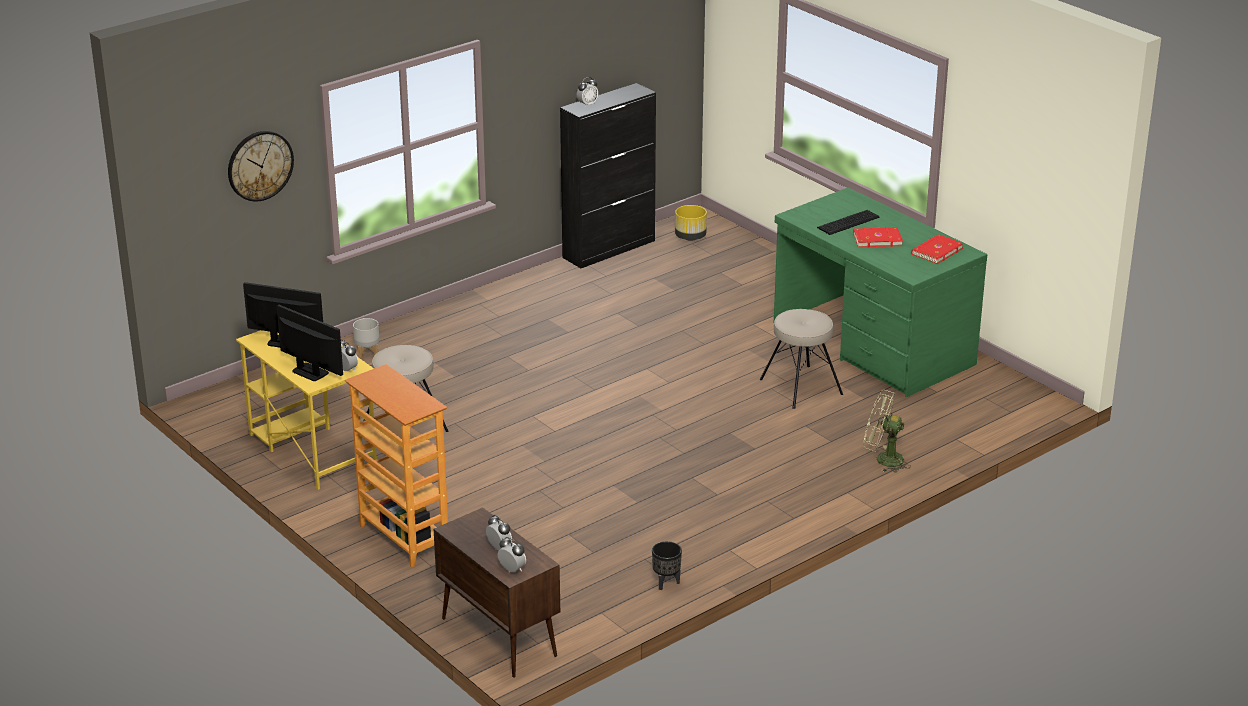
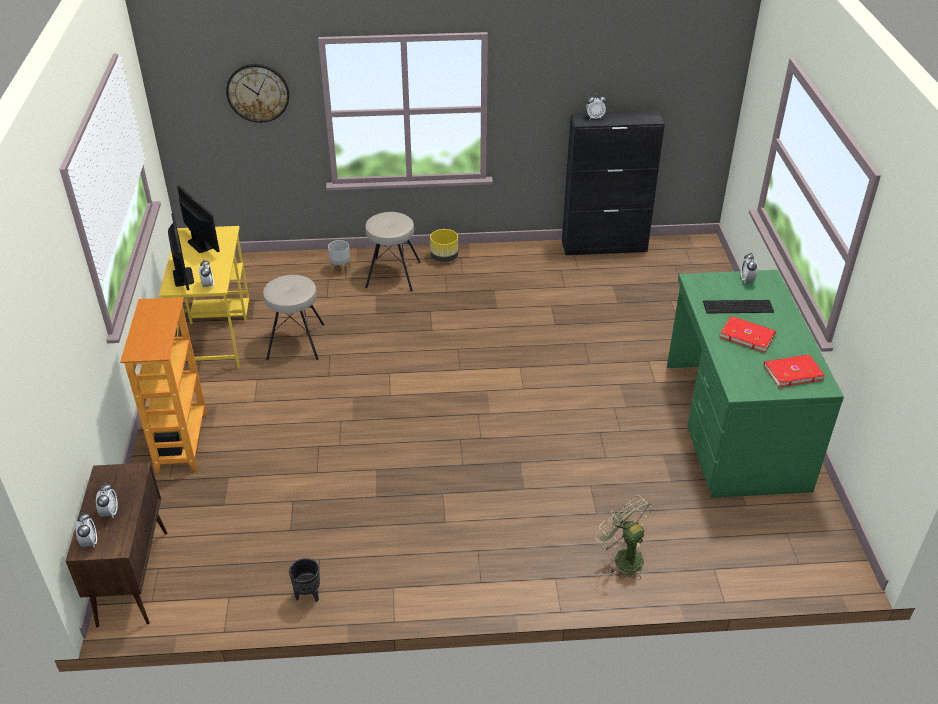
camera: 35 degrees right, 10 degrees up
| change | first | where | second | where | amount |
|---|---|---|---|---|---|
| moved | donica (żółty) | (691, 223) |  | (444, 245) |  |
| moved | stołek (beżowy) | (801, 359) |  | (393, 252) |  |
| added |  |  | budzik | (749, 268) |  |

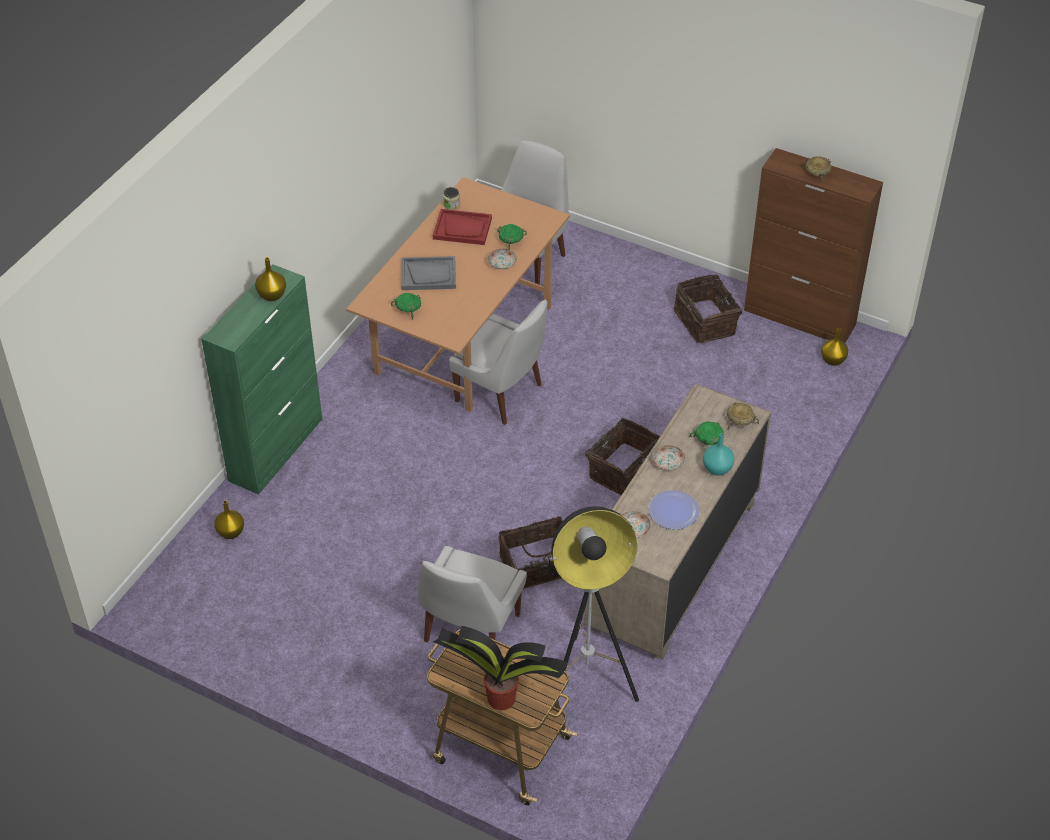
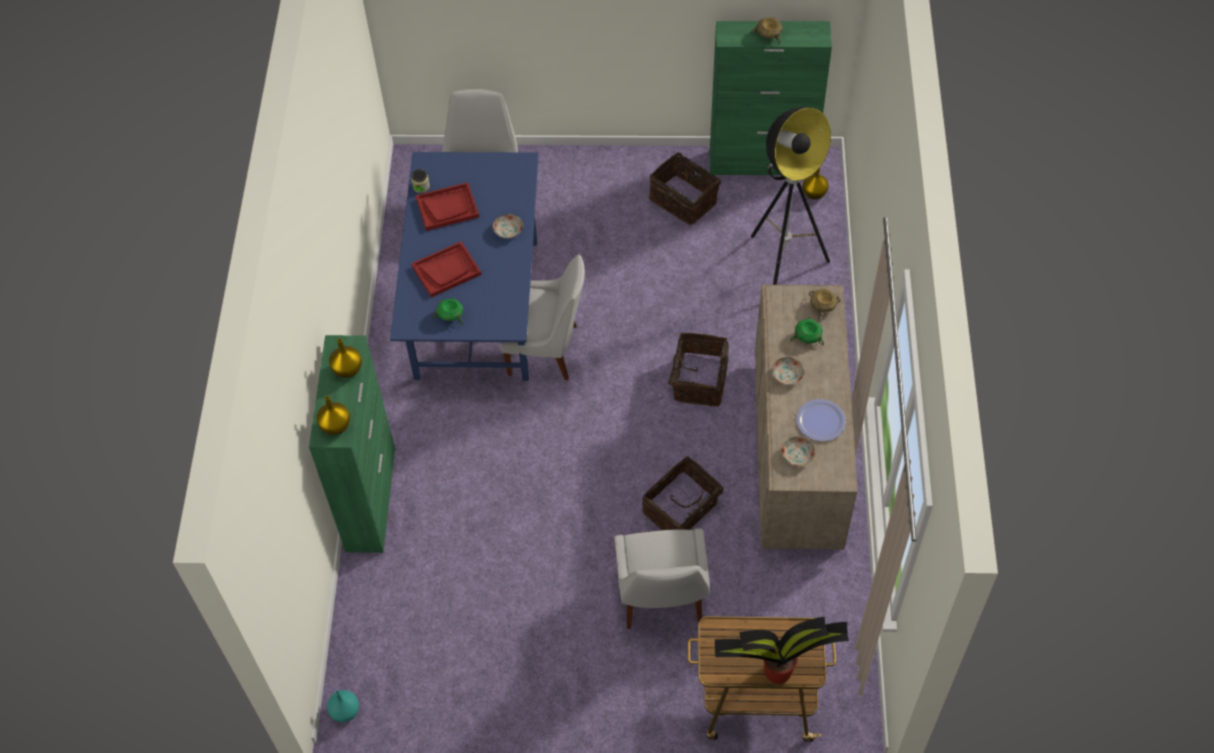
camera: 25 degrees left, 10 degrees up
| change | first | where | second | where | amount |
|---|---|---|---|---|---|
| moved | wazon (żółty) | (229, 519) |  | (333, 415) |  |
| recoloured | stół jadalny (brązowy) | (458, 294) | stół jadalny (niebieski) | (464, 266) |  |
| recoloured | taca (szary) | (428, 273) | taca (czerwony) | (446, 269) |  |
| removed | miska (zielony) | (512, 237) |  |  |  |
| moved | lampa stojąca | (593, 606) |  | (791, 196) |  |
| moved | wazon (turkusowy) | (719, 454) |  | (343, 706) |  |
| recoloured | szafka (brązowy) | (813, 245) | szafka (zielony) | (771, 98) |  |

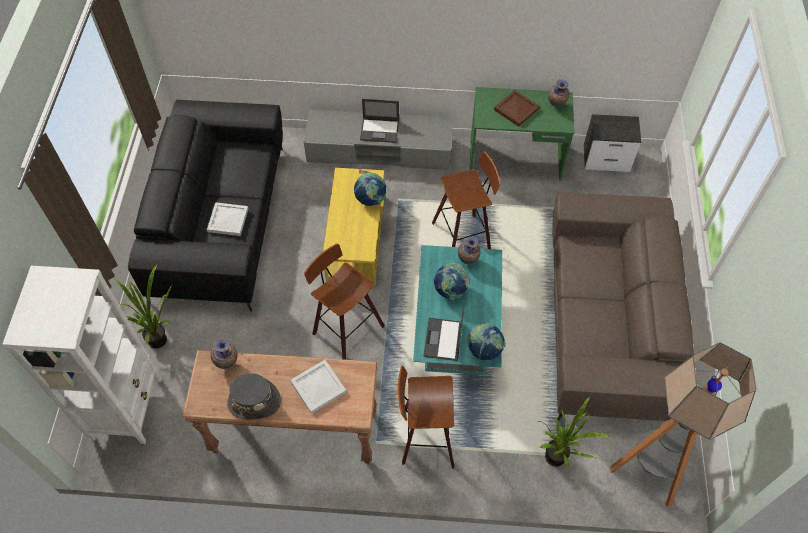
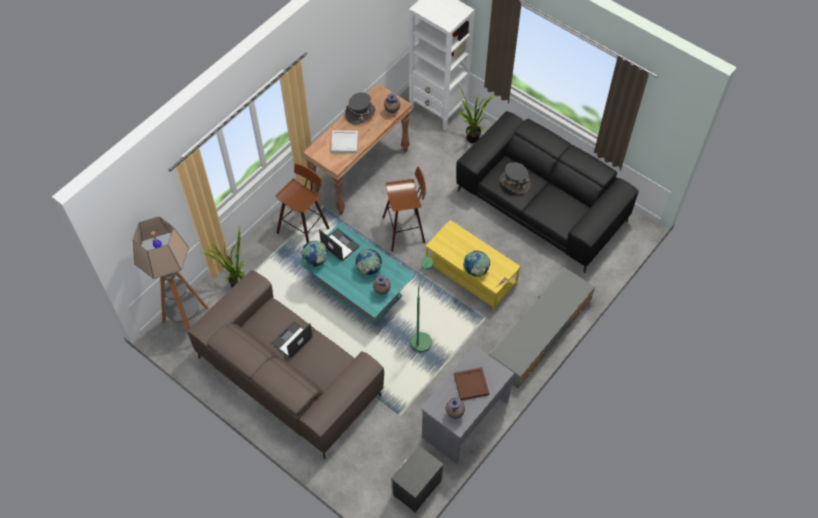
camera: 125 degrees right, 0 degrees up
| change | first | where | second | where | amount |
|---|---|---|---|---|---|
| replaced | taca (biały) | (227, 219) | kapelusz (szary) | (515, 178) |  |
| moved | laptop | (379, 121) |  | (292, 340) |  |
| replaced | stołek | (466, 200) | lampa stojąca (zielony) | (422, 304) |  |
| recoloured | biurko (zielony) | (522, 134) | biurko (szary) | (467, 405) |  |

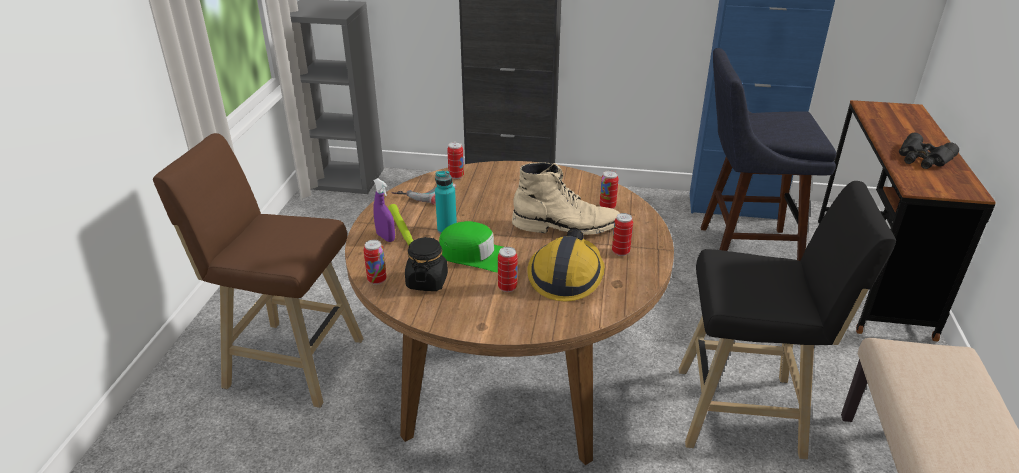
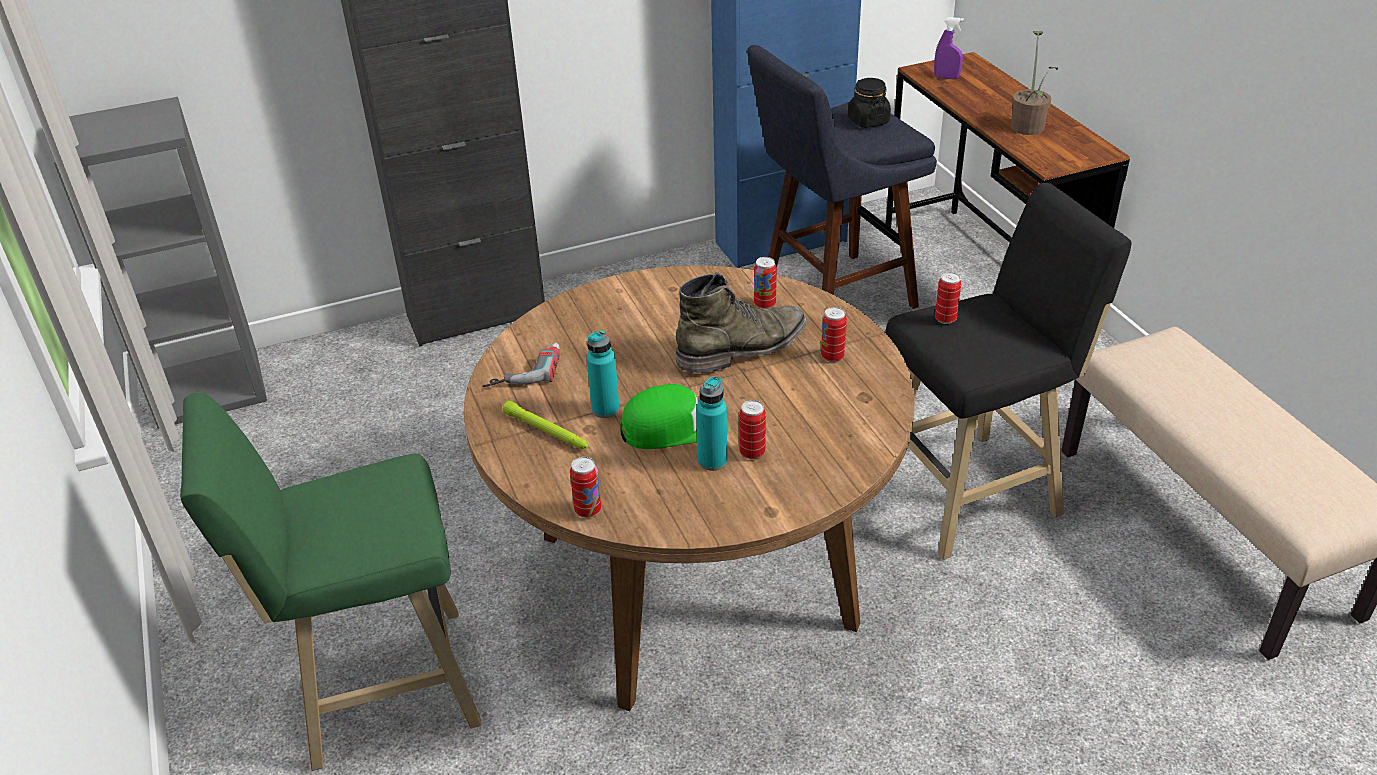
camera: 30 degrees left, 5 degrees up
| change | first | where | second | where | amount |
|---|---|---|---|---|---|
| recoloured | stołek (brązowy) | (258, 270) | stołek (zielony) | (331, 581) |  |
| moved | spryskiwacz (fioletowy) | (384, 210) |  | (949, 48) |  |
| moved | słoik (czarny) | (426, 264) |  | (869, 103) |  |
| moved | puszka | (455, 160) |  | (948, 298) |  |
| recoloured | but z cholewką (beżowy) | (566, 198) | but z cholewką (zielony) | (741, 322) |  |
| removed | kask | (566, 265) |  |  |  |
| replaced | lornetka (czarny) | (929, 151) | roślina doniczkowa | (1034, 83) |  |
| added |  |  | butelka (turkusowy) | (711, 423) |  |

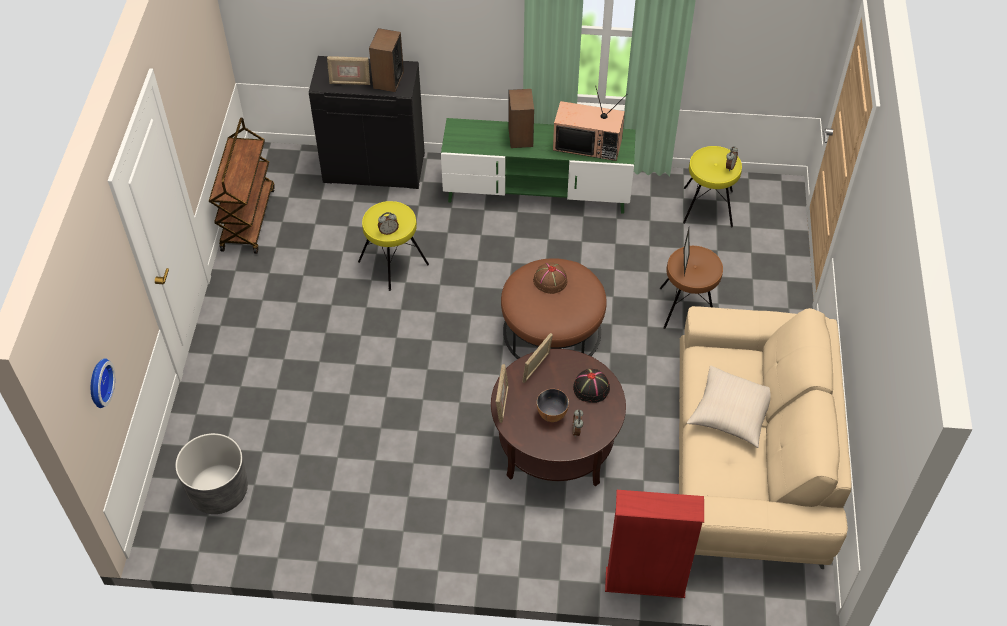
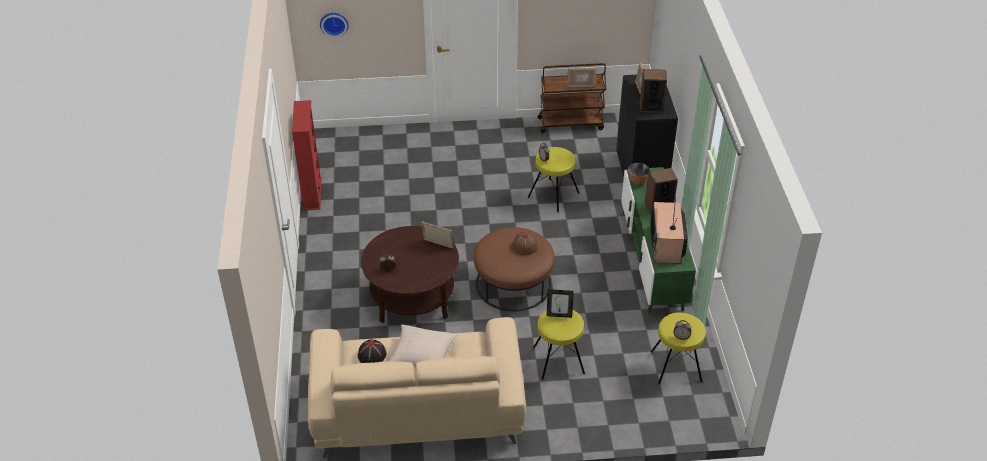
camera: 80 degrees right, 10 degrees down
| change | first | where | second | where | amount |
|---|---|---|---|---|---|
| removed | donica (szary) | (211, 473) |  |  |  |
| moved | ramka na zdjęcie | (502, 393) |  | (582, 77) |  |
| moved | miska | (553, 405) |  | (639, 173) |  |
| moved | kapelusz (czarny) | (591, 386) |  | (372, 351) |  |
| moved | regał (czerwony) | (654, 544) |  | (306, 155) |  |
| recoloured | stołek (brązowy) | (691, 287) | stołek (żółty) | (559, 345) |  |

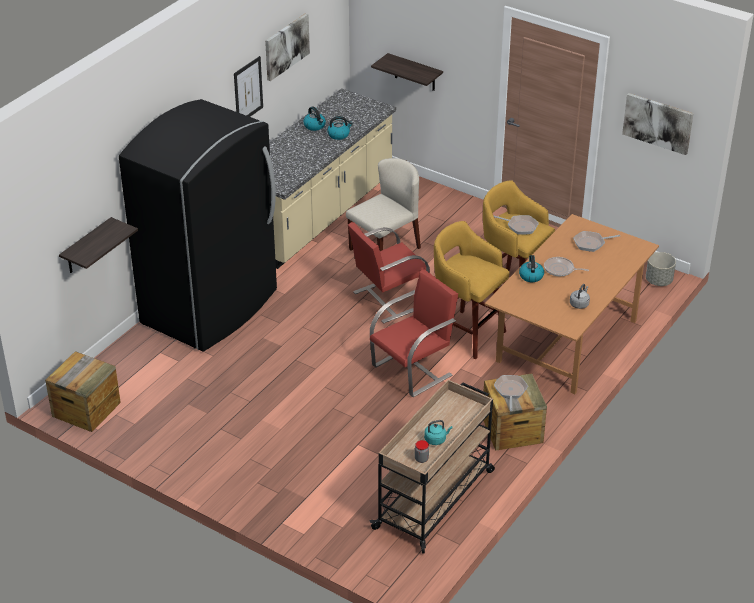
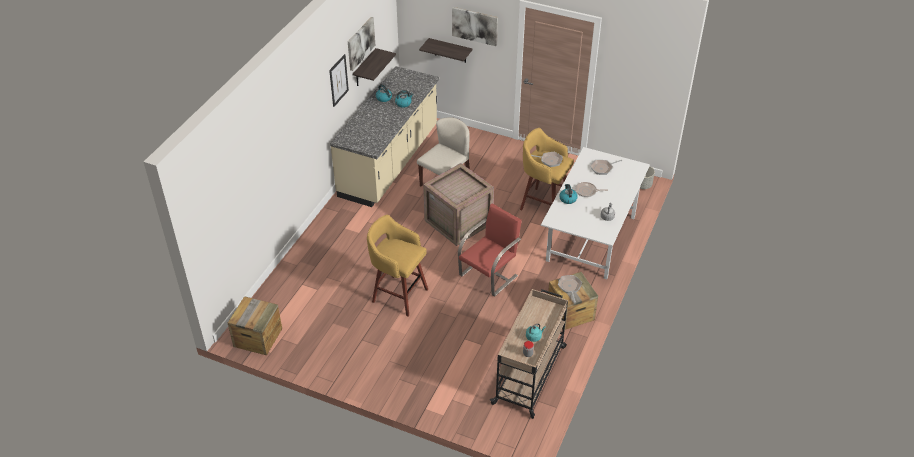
camera: 10 degrees left, 5 degrees up
| change | first | where | second | where | amount |
|---|---|---|---|---|---|
| moved | półka | (98, 245) |  | (374, 67) |  |
| removed | lodówka (czarny) | (198, 225) |  |  |  |
| replaced | krzesło (czerwony) | (389, 272) | skrzynka | (458, 204) |  |
| moved | stołek (żółty) | (471, 290) |  | (397, 265) |  |
| recoloured | stół jadalny (brązowy) | (572, 304) | stół jadalny (biały) | (595, 213) |  |
| moved | obraz | (658, 124) |  | (475, 26) |  |

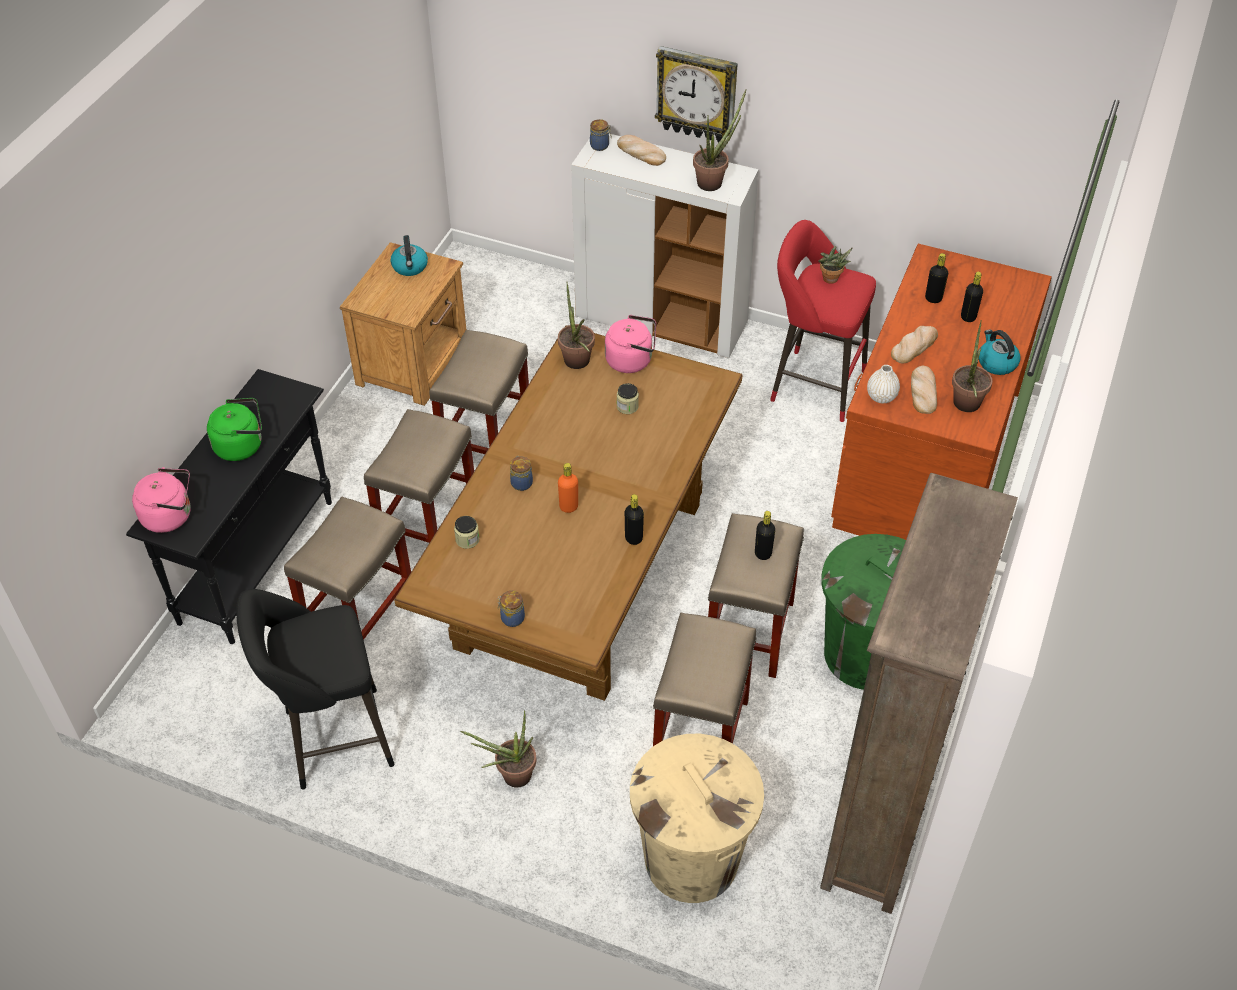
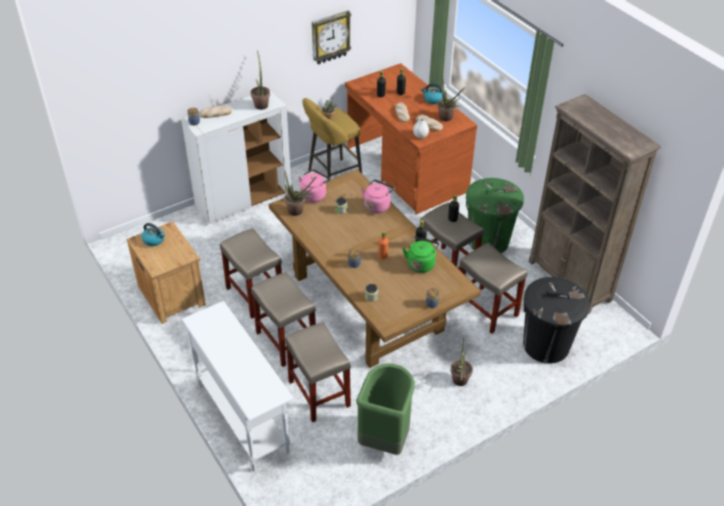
camera: 55 degrees left, 5 degrees down
| change | first | where | second | where | amount |
|---|---|---|---|---|---|
| recoloured | stolik konsolowy (czarny) | (229, 506) | stolik konsolowy (biały) | (238, 386) |  |
| moved | czajnik (różowy) | (161, 500) |  | (378, 196) |  |
| moved | czajnik (zielony) | (234, 429) |  | (420, 255) |  |
| replaced | stołek (czarny) | (315, 689) | kosz na śmieci (zielony) | (385, 409) |  |
| recoloured | kosz na śmieci (beżowy) | (697, 818) | kosz na śmieci (czarny) | (556, 320) |  |
| moved | zegar ścienny | (696, 94) |  | (331, 37) |  |
| recoloured | stołek (czerwony) | (823, 321) | stołek (żółty) | (332, 139) |  |

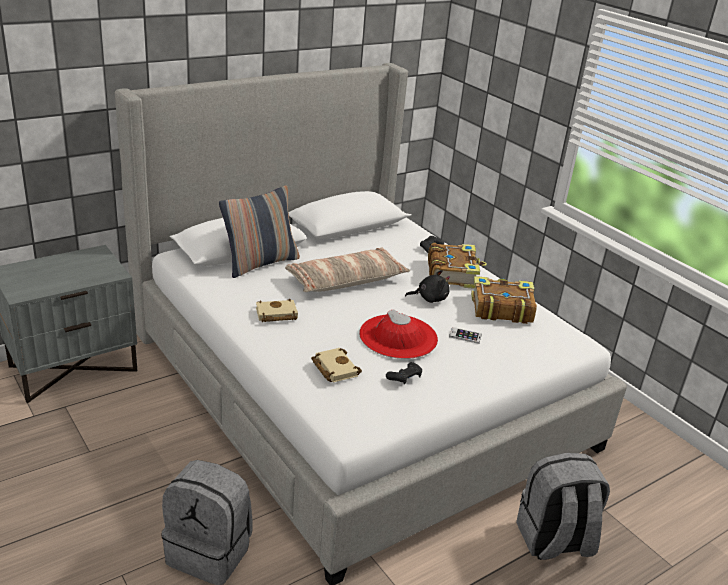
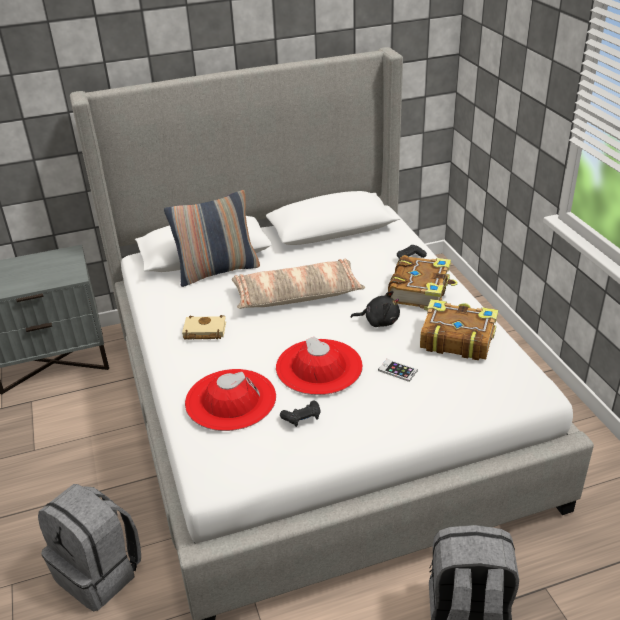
camera: 20 degrees right, 5 degrees up
| change | first | where | second | where | amount |
|---|---|---|---|---|---|
| replaced | książka (beżowy) | (336, 365) | kapelusz (czerwony) | (230, 400) |  |

